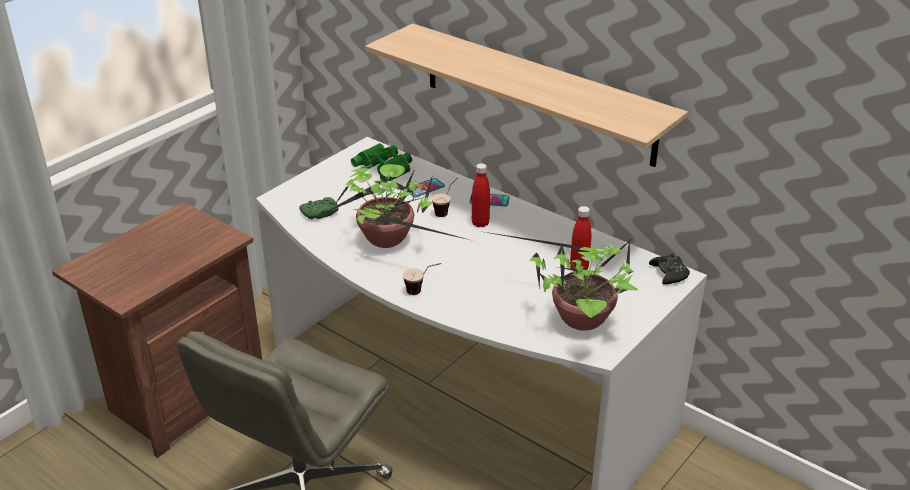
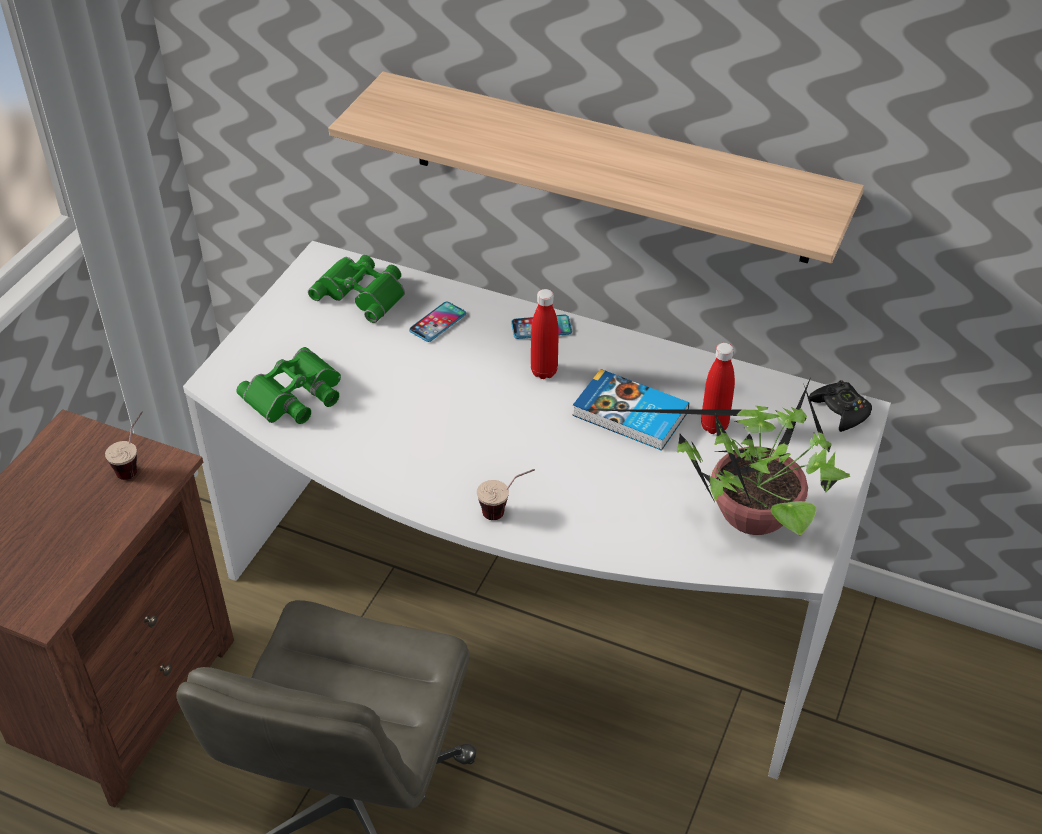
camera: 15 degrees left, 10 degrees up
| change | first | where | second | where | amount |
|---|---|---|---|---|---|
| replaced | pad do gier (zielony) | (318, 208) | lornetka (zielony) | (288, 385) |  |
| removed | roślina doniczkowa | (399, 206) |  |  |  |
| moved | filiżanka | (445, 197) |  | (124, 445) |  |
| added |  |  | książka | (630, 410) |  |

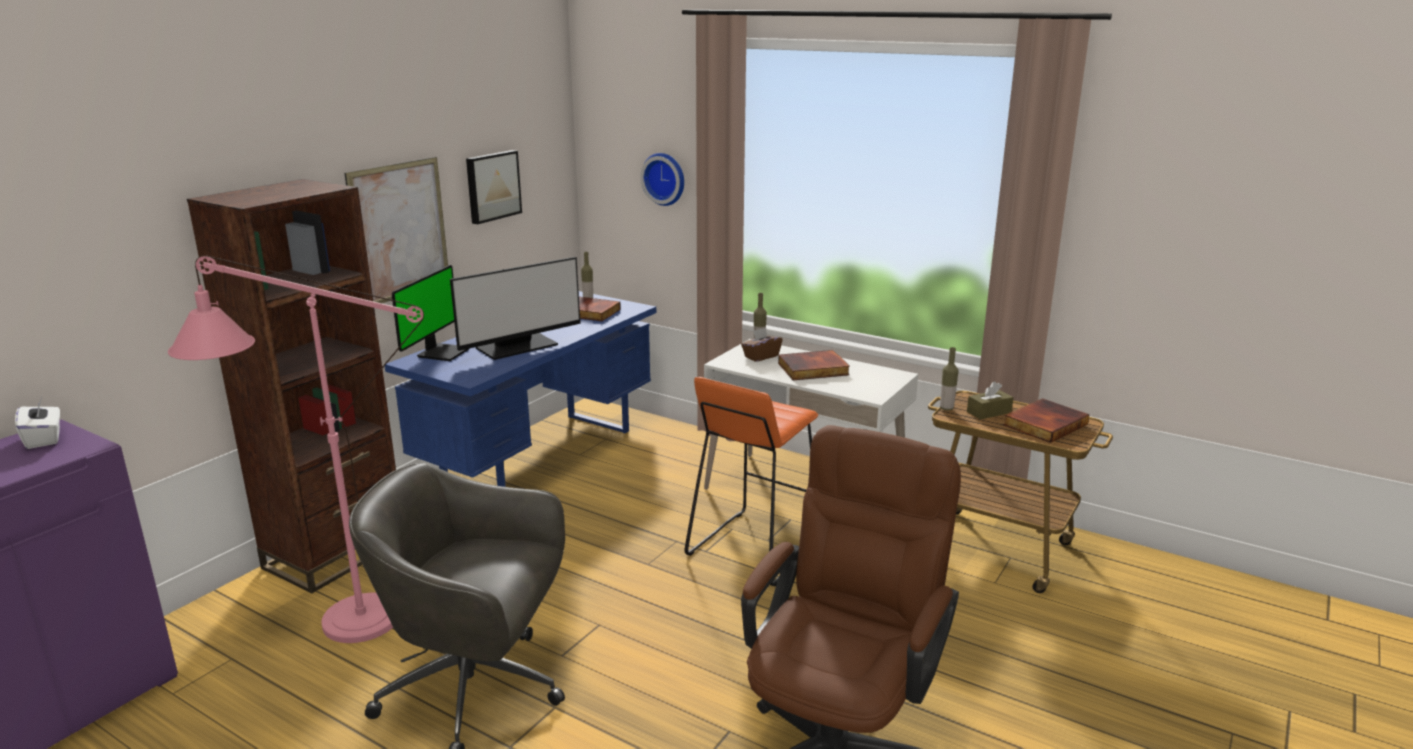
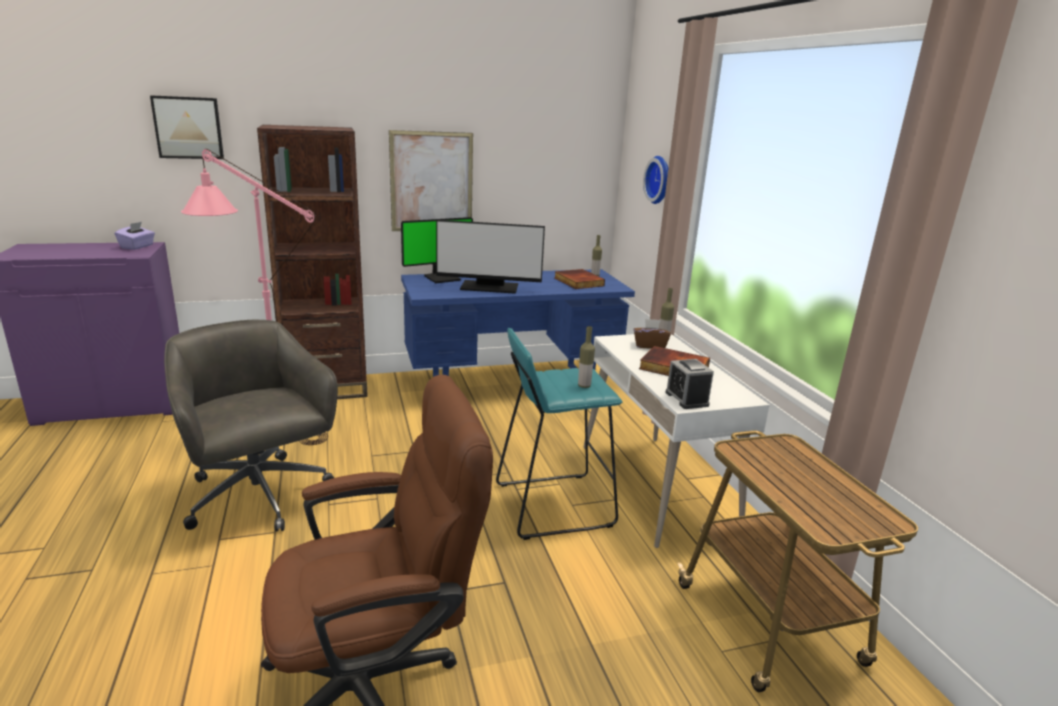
camera: 40 degrees right, 0 degrees up
| change | first | where | second | where | amount |
|---|---|---|---|---|---|
| recoloured | pudełko chusteczek (biały) | (37, 422) | pudełko chusteczek (fioletowy) | (135, 236) |  |
| moved | obraz | (494, 187) |  | (187, 127) |  |
| recoloured | stołek (pomarańczowy) | (751, 481) | stołek (turkusowy) | (559, 434) |  |
| moved | butelka | (949, 379) |  | (586, 357) |  |
| removed | pudełko chusteczek (brązowy) | (990, 400) |  |  |  |
| removed | książka | (1046, 420) |  |  |  |
| added |  |  | budzik | (689, 384) |  |

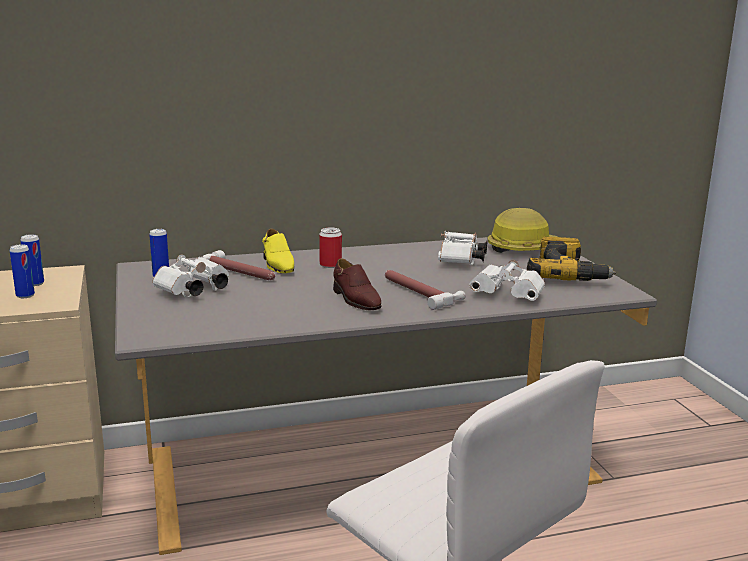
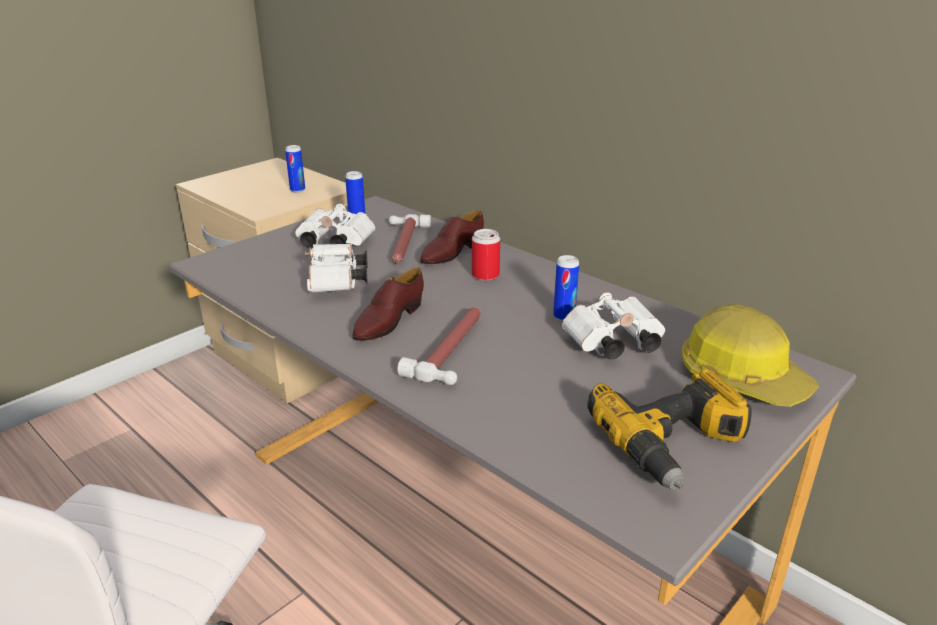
camera: 60 degrees right, 10 degrees up
| change | first | where | second | where | amount |
|---|---|---|---|---|---|
| moved | puszka | (22, 271) |  | (566, 288) |  |
| recoloured | but (żółty) | (278, 250) | but (brązowy) | (452, 237) |  |
| moved | lornetka (biały) | (507, 280) |  | (336, 268) |  |

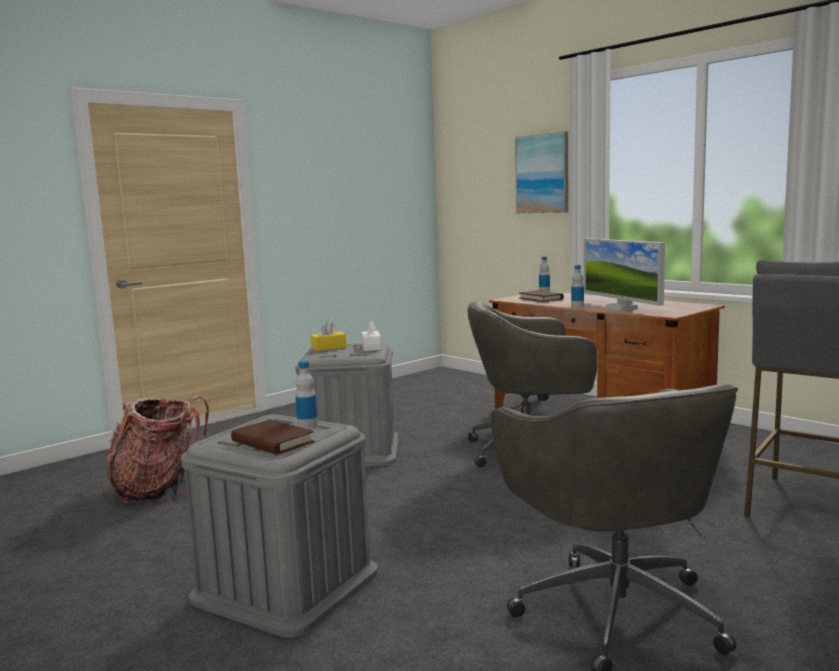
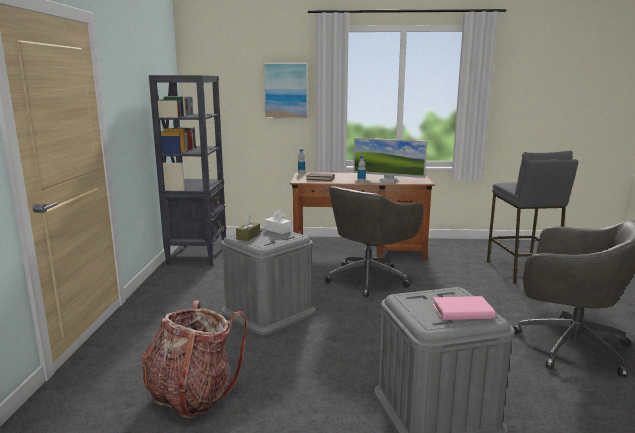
camera: 45 degrees left, 5 degrees up
| change | first | where | second | where | amount |
|---|---|---|---|---|---|
| recoloured | książka (brązowy) | (272, 437) | książka (różowy) | (464, 308) |  |
| removed | butelka | (306, 395) |  |  |  |
| recoloured | pudełko chusteczek (żółty) | (328, 336) | pudełko chusteczek (brązowy) | (248, 228) |  |
| added |  |  | regał (czarny) | (187, 170) |  |

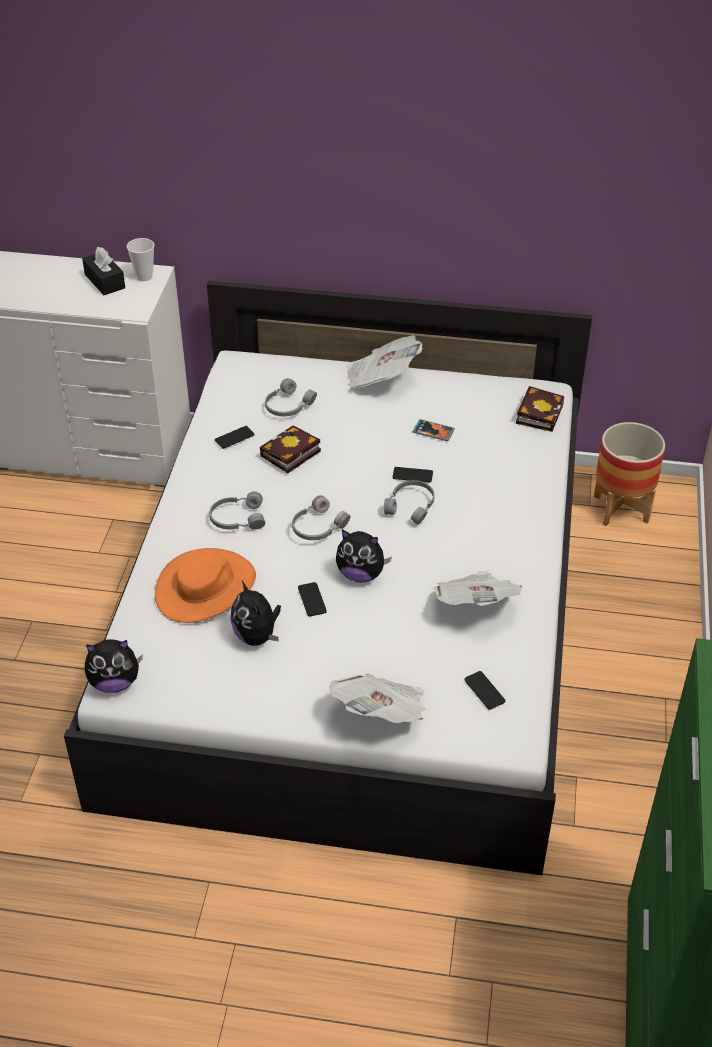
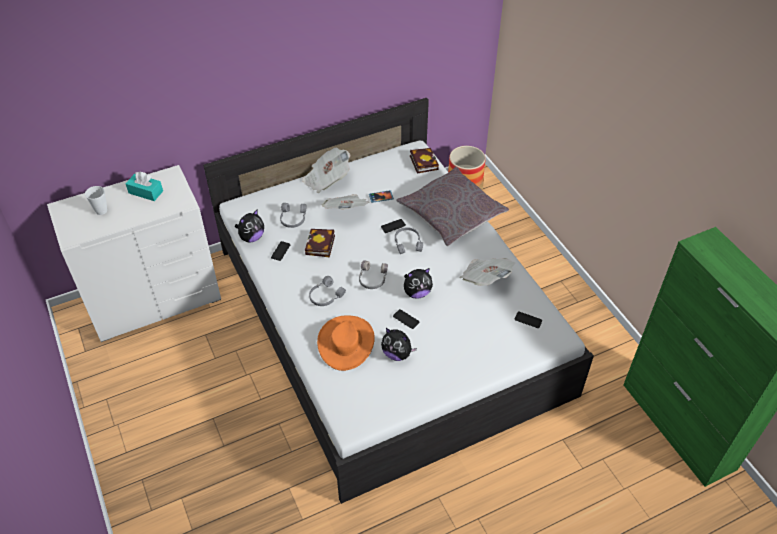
camera: 35 degrees left, 5 degrees up
| change | first | where | second | where | amount |
|---|---|---|---|---|---|
| recoloured | pudełko chusteczek (czarny) | (103, 271) | pudełko chusteczek (turkusowy) | (144, 186) |  |
| moved | pluszak | (114, 666) |  | (249, 226) |  |
| moved | filiżanka | (140, 259) |  | (96, 200) |  |
| moved | gazeta | (377, 698) |  | (345, 202) |  |
| added |  |  | poduszka (szary) | (452, 206) |  |

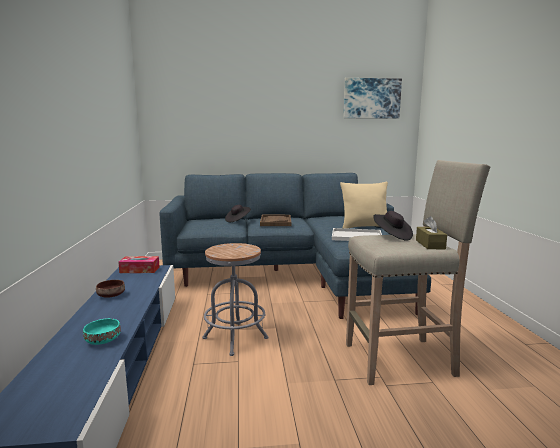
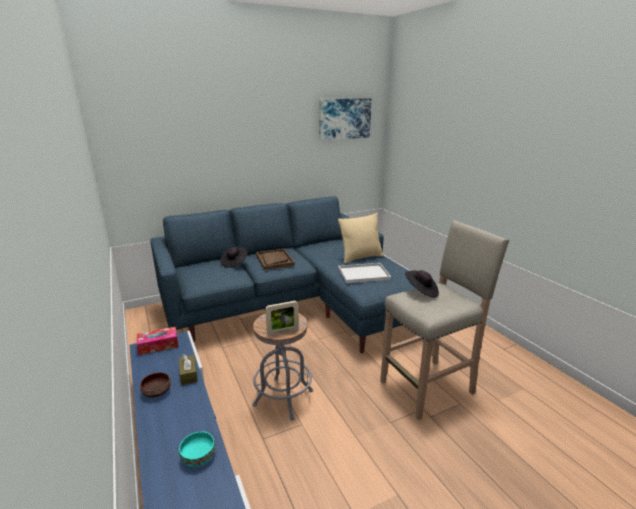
camera: 20 degrees left, 10 degrees up
| change | first | where | second | where | amount |
|---|---|---|---|---|---|
| moved | pudełko chusteczek (brązowy) | (431, 232) |  | (188, 369) |  |
| added |  |  | ramka na zdjęcie | (282, 318) |  |

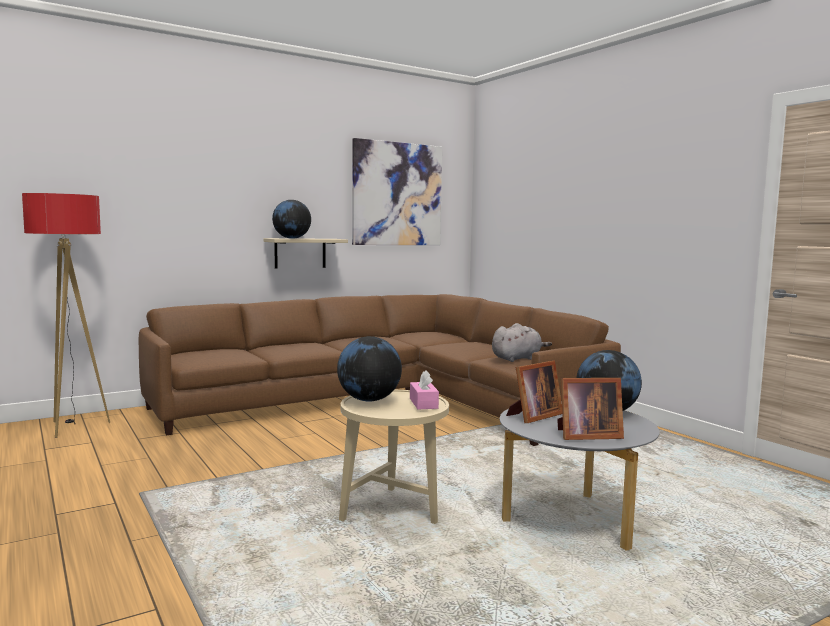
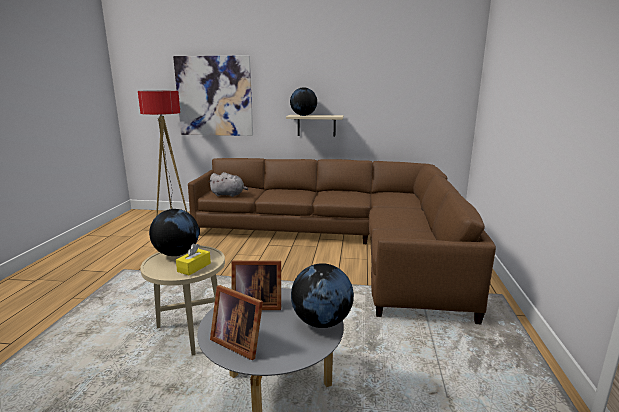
camera: 40 degrees right, 10 degrees up
| change | first | where | second | where | amount |
|---|---|---|---|---|---|
| moved | obraz | (397, 191) |  | (213, 95) |  |
| recoloured | pudełko chusteczek (różowy) | (424, 389) | pudełko chusteczek (żółty) | (193, 259) |  |
| moved | pluszak (szary) | (522, 342) |  | (228, 184) |  |

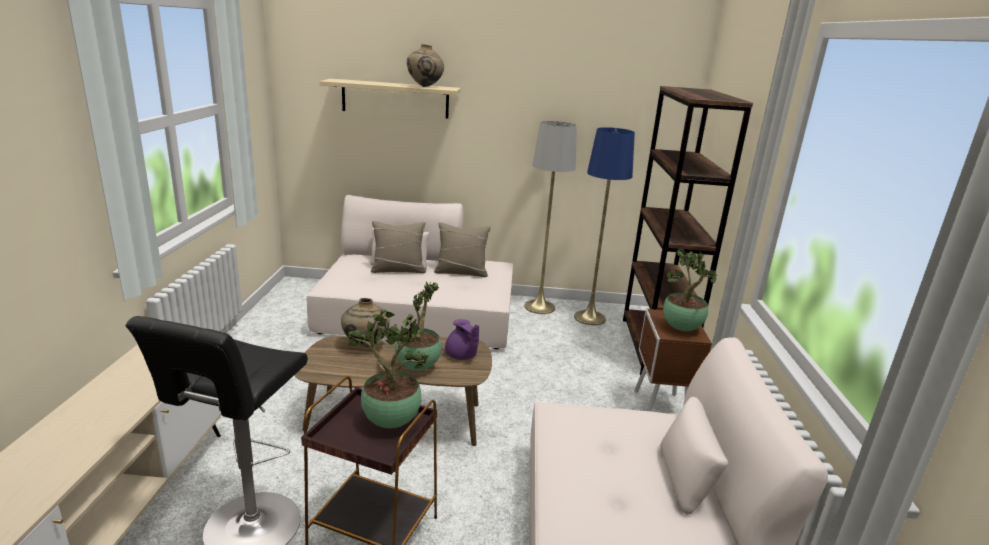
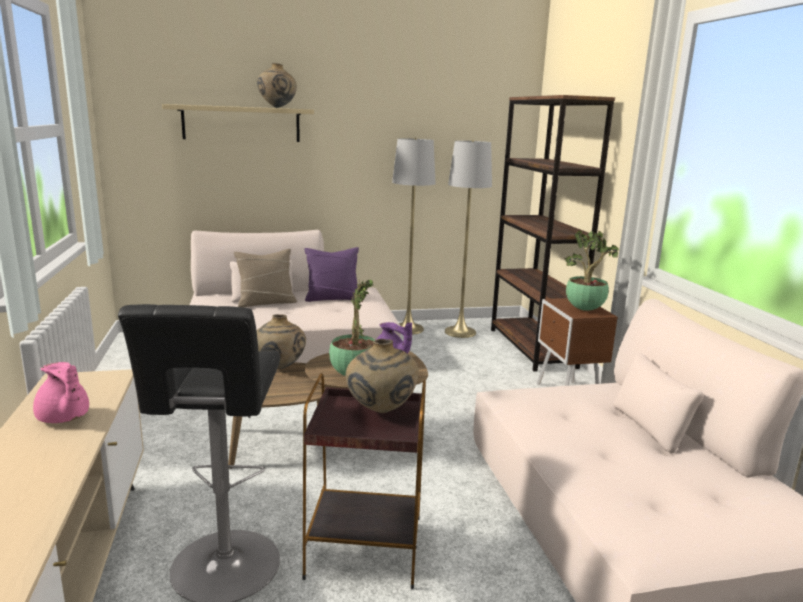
camera: 15 degrees left, 5 degrees down
| change | first | where | second | where | amount |
|---|---|---|---|---|---|
| replaced | roślina doniczkowa | (388, 369) | wazon (beżowy) | (382, 376) |  |
| recoloured | poduszka (beżowy) | (462, 249) | poduszka (fioletowy) | (331, 274) |  |
| recoloured | lampa stojąca (niebieski) | (604, 226) | lampa stojąca (szary) | (468, 239) |  |
| added |  |  | imbryk (różowy) | (61, 392) |  |

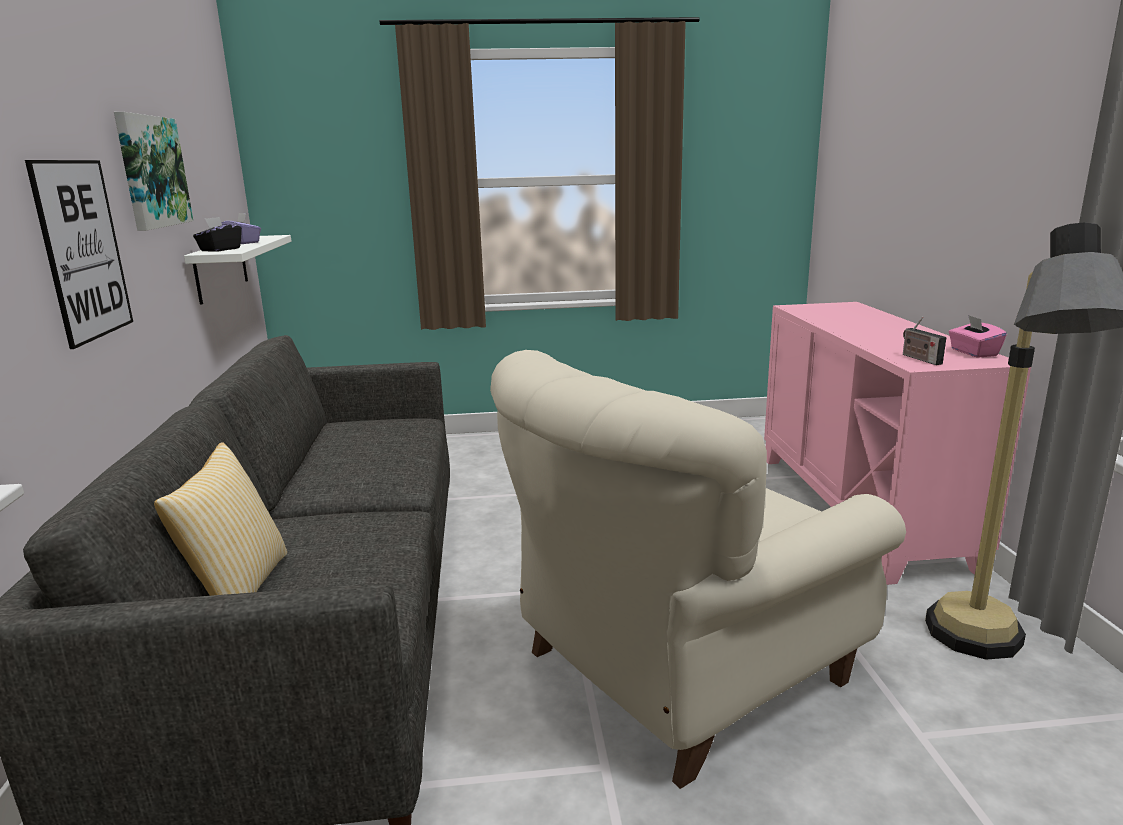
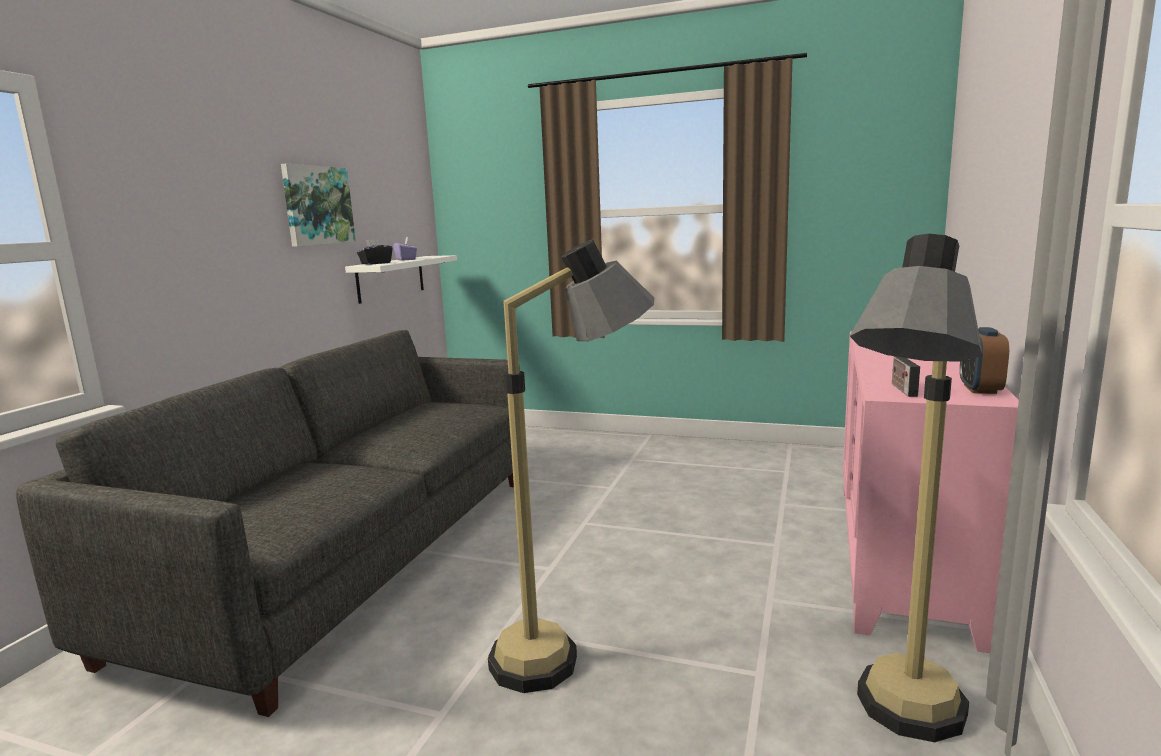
camera: 25 degrees right, 5 degrees down
| change | first | where | second | where | amount |
|---|---|---|---|---|---|
| removed | obraz | (79, 254) |  |  |  |
| removed | poduszka | (220, 519) |  |  |  |
| replaced | fotel (beżowy) | (698, 569) | lampa stojąca | (571, 466) |  |
| replaced | pudełko chusteczek (różowy) | (978, 336) | budzik | (984, 360) |  |

